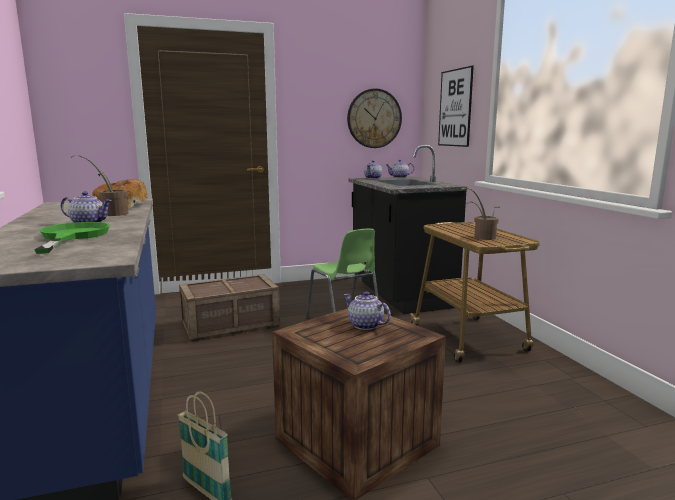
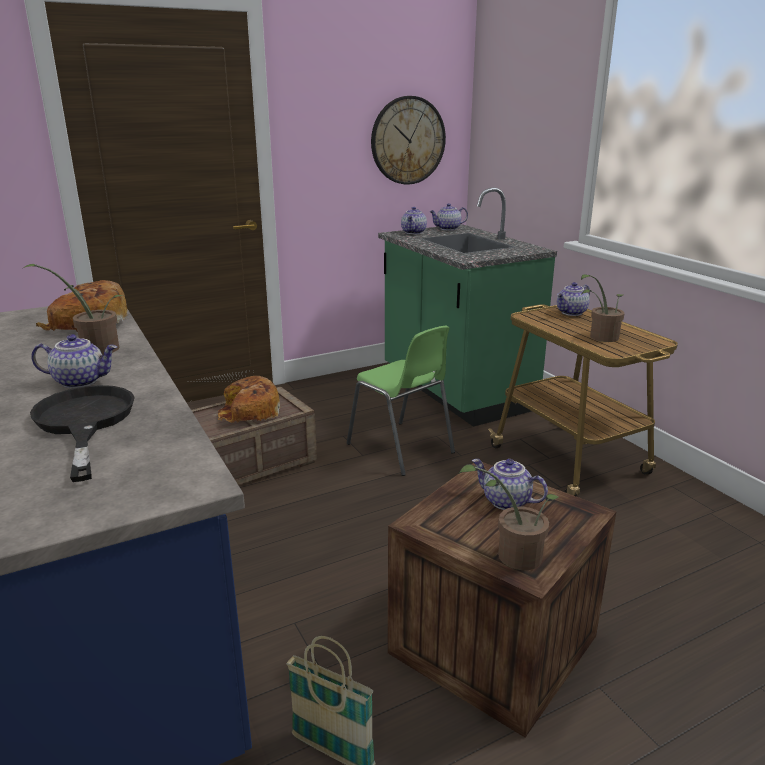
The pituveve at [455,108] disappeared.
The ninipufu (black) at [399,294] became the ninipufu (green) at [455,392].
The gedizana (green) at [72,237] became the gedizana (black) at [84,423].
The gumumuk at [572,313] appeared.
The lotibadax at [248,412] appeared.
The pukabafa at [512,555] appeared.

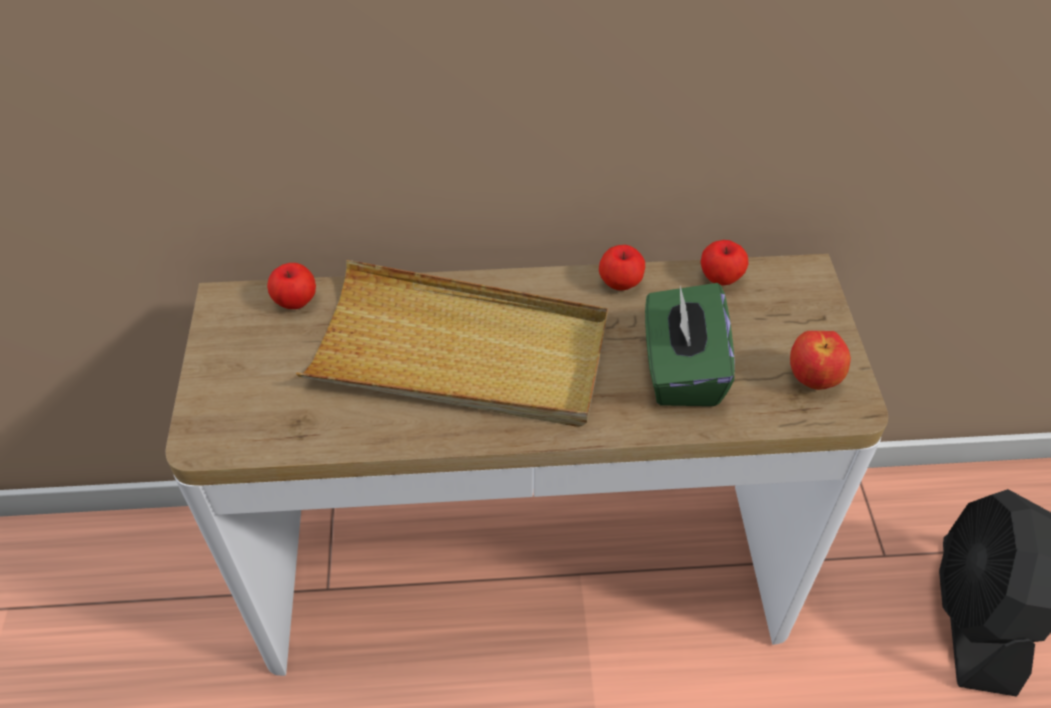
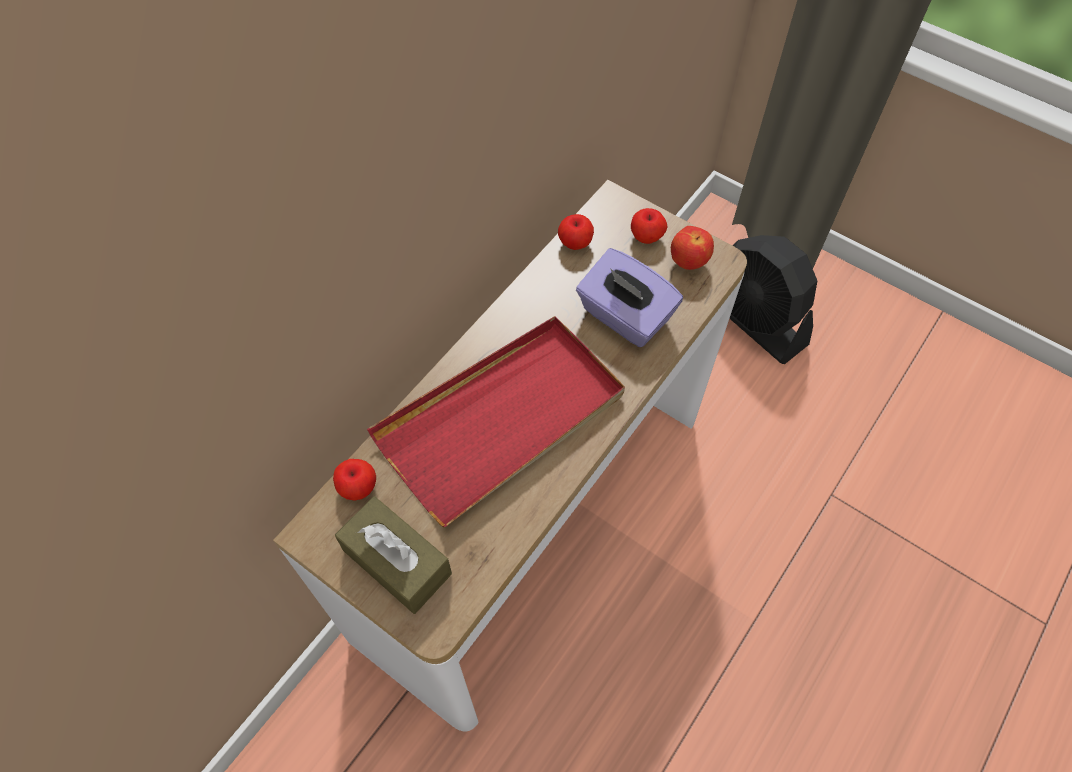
The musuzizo moved from [620,283] to [646,237].
The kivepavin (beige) at [460,353] became the kivepavin (red) at [502,420].
The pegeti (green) at [681,369] became the pegeti (purple) at [624,317].
The pegeti (brown) at [397,562] appeared.

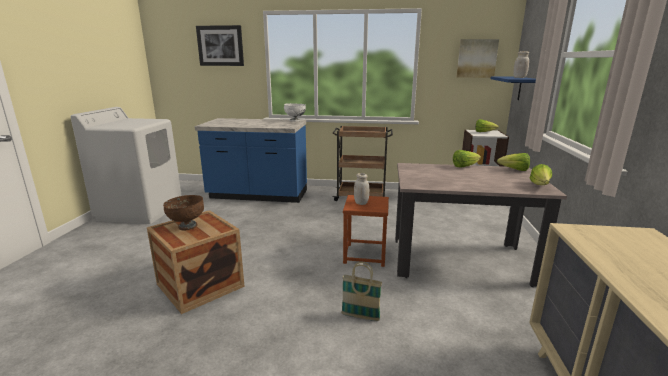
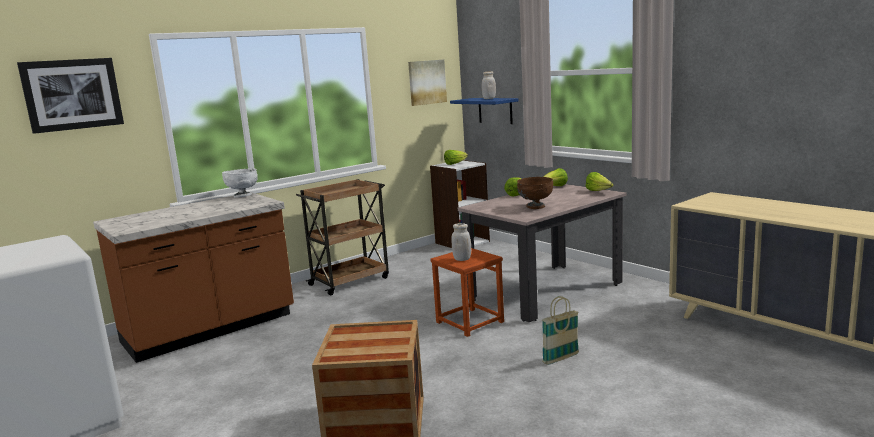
The ninipufu (blue) at [258,195] became the ninipufu (brown) at [210,329].
The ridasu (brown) moved from [187,226] to [535,207].

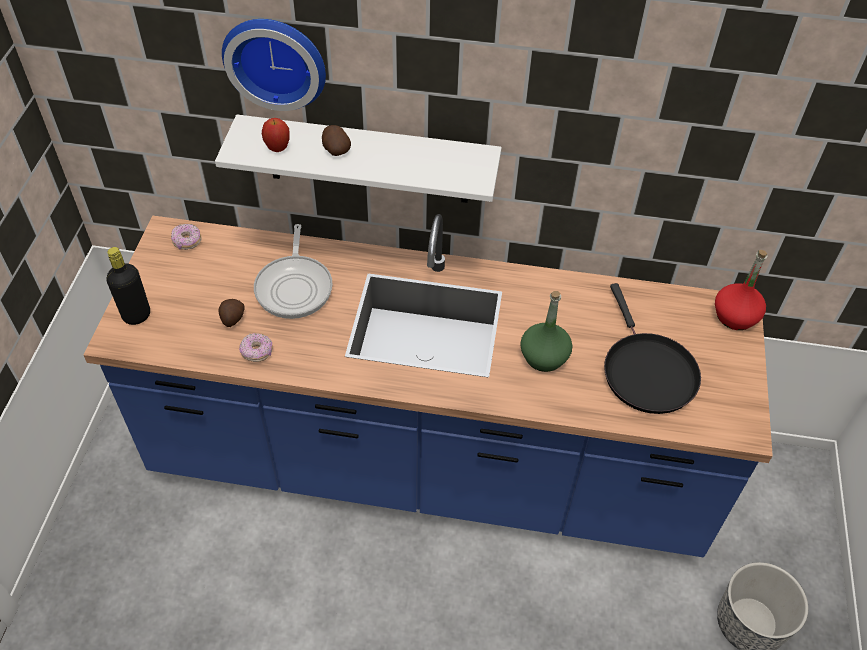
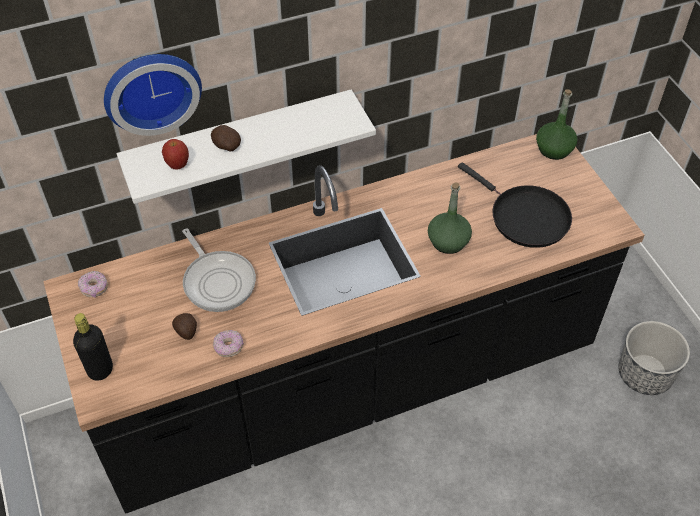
The ninipufu (blue) at [429,465] became the ninipufu (black) at [350,385].
The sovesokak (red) at [735,316] became the sovesokak (green) at [554,149].

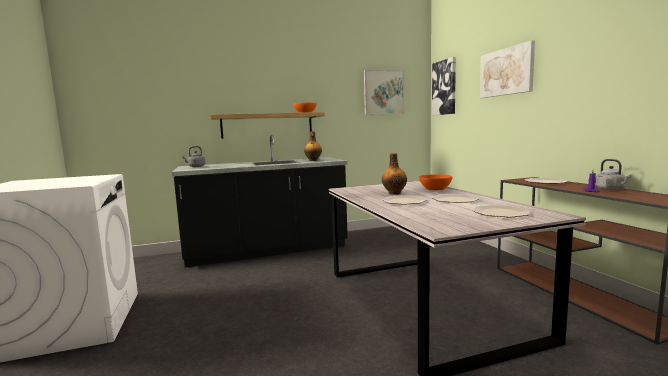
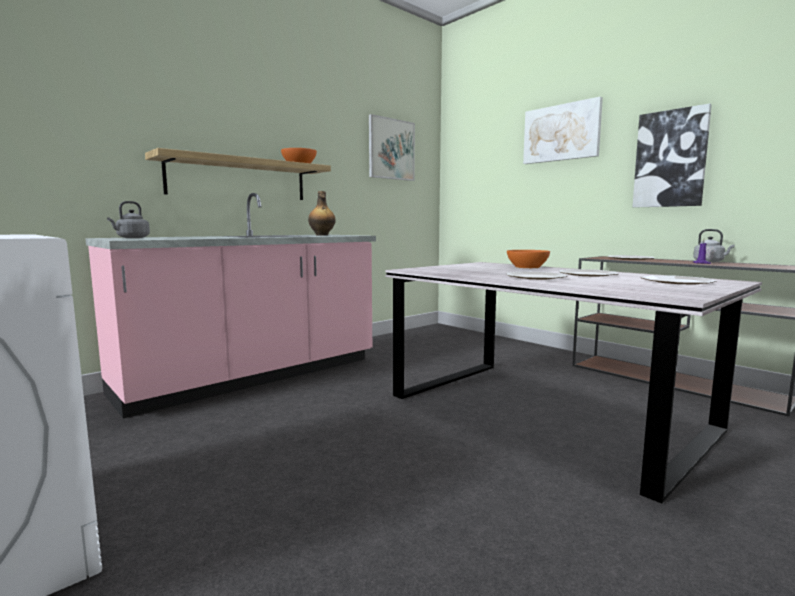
The pituveve moved from [444,87] to [670,159].
The ninipufu (black) at [267,250] became the ninipufu (pink) at [253,377].
The sovesokak at [394,193] disappeared.

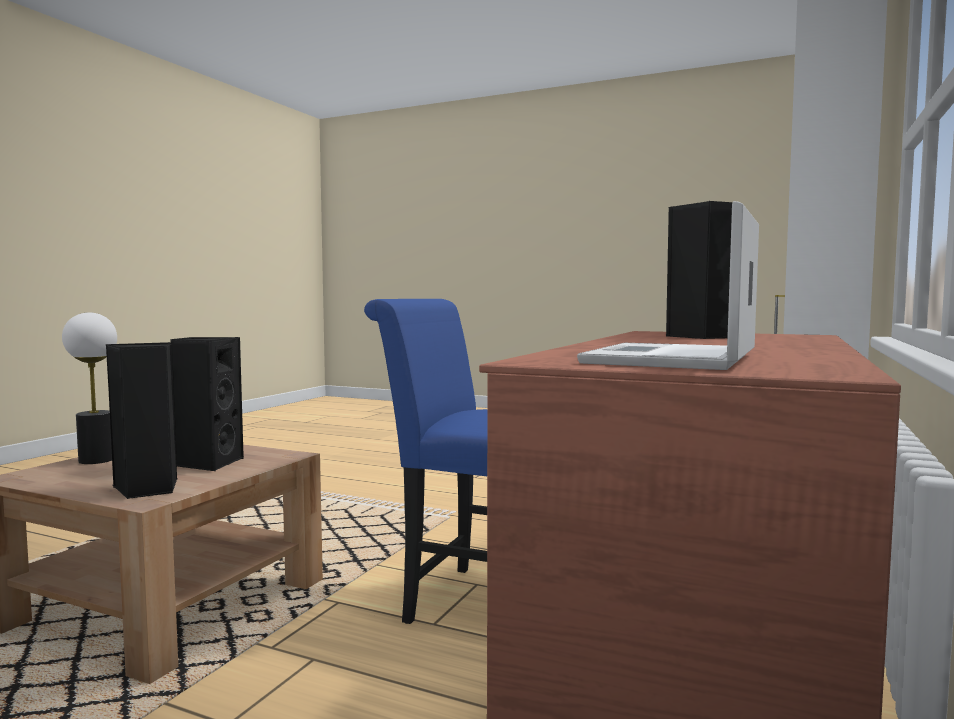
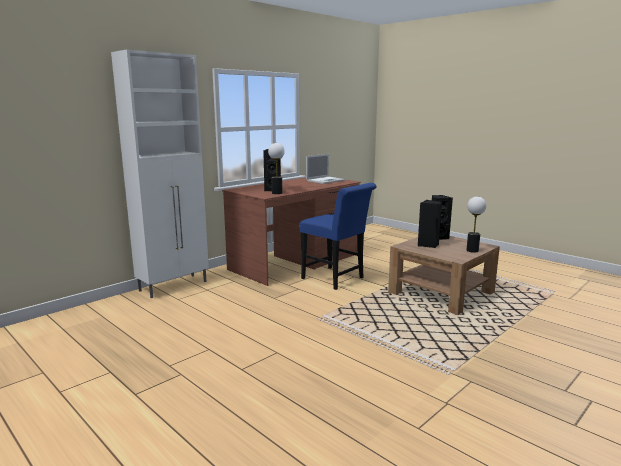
The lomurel at [277,193] appeared.

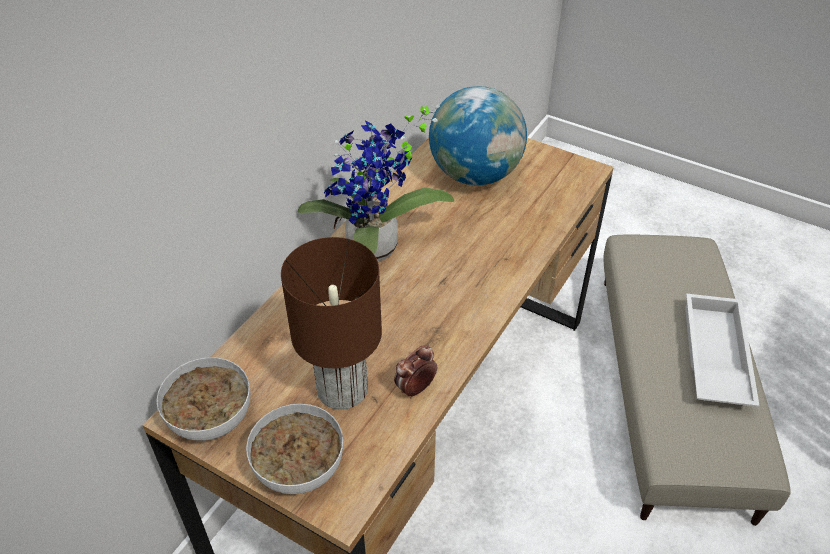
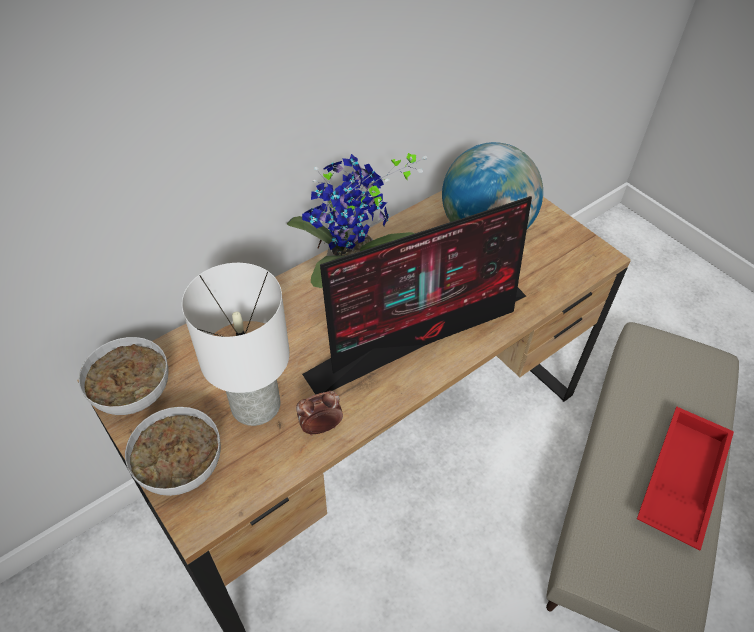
The lomurel (brown) at [344,389] became the lomurel (white) at [257,405].
The kivepavin (white) at [713,356] became the kivepavin (red) at [678,479].
The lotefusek at [423,332] appeared.

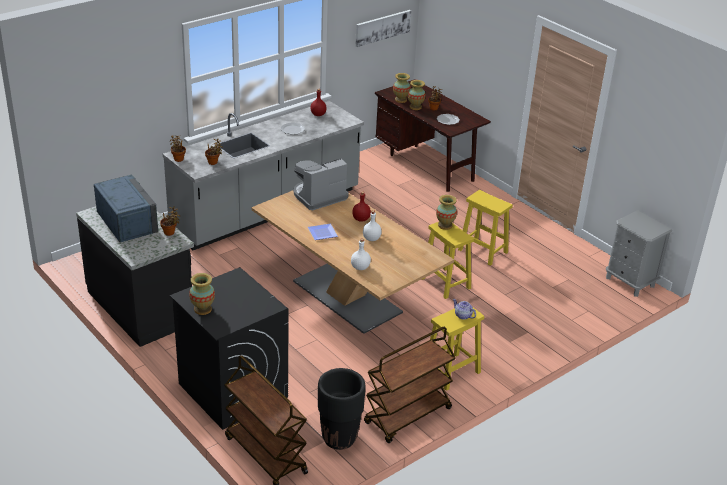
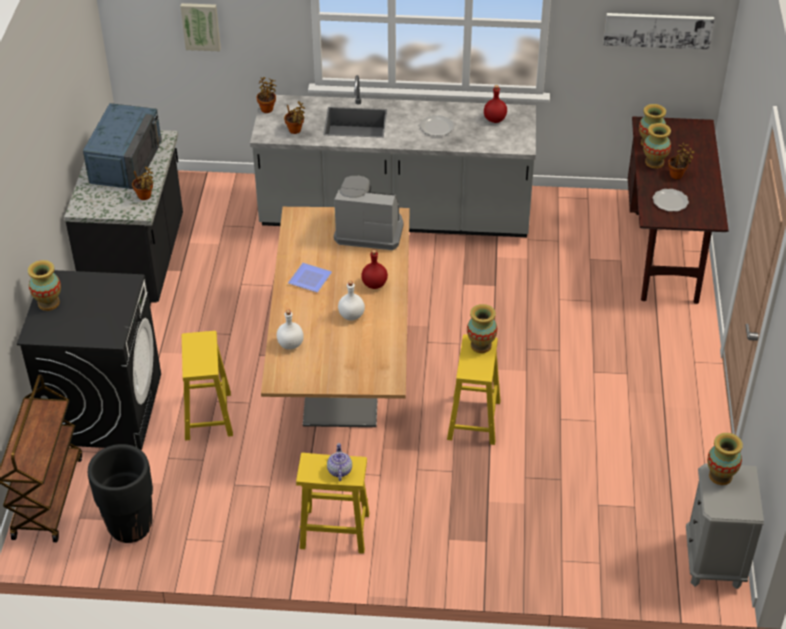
The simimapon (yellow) moved from [482,251] to [207,415].
The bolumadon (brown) at [407,416] disappeared.
The pituveve at [201,26] appeared.
The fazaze at [720,476] appeared.

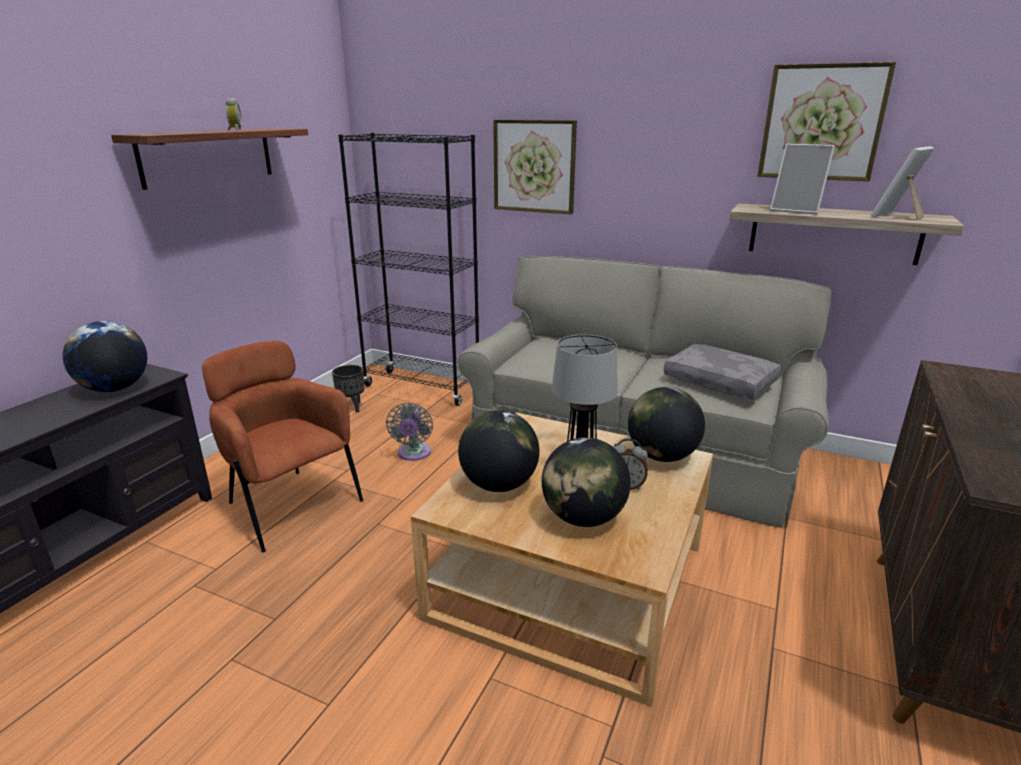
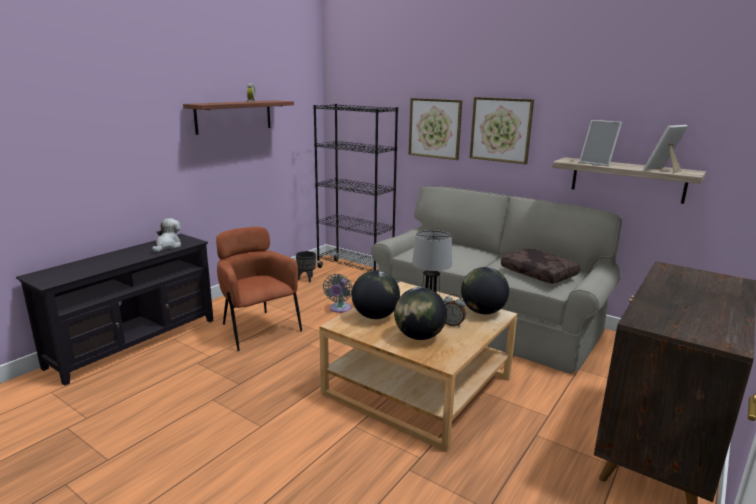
The pituveve moved from [822,123] to [501,130].
The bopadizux at [115,389] was replaced by the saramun at [168,246].
The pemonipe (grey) at [721,382] became the pemonipe (brown) at [539,273].

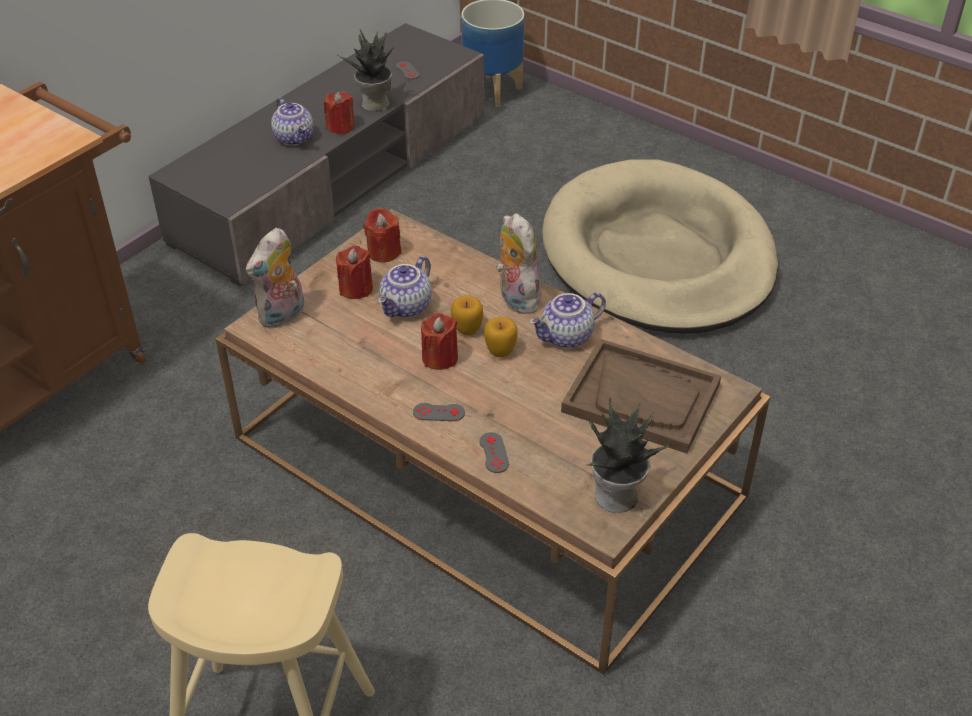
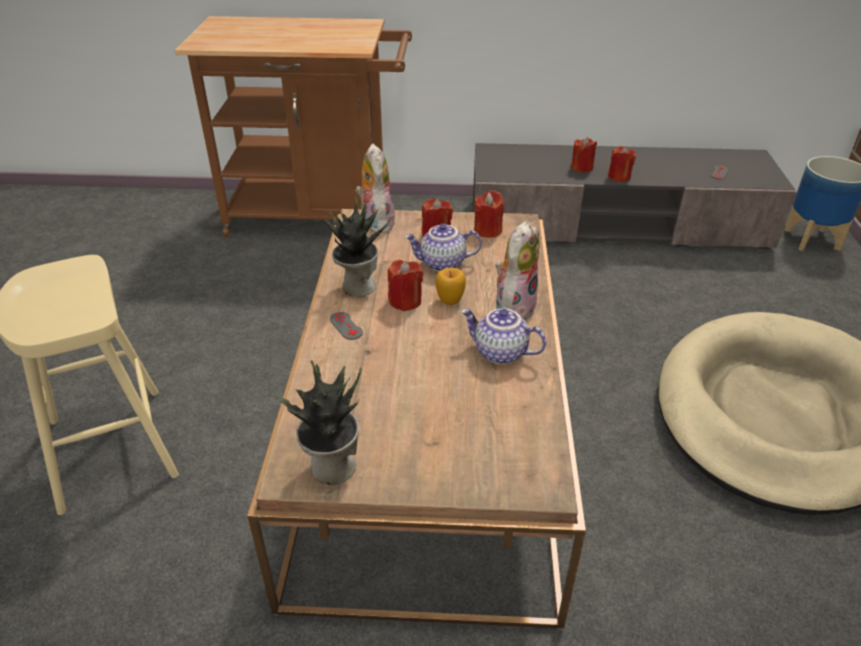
The pukabafa moved from [374,104] to [357,286].
The gumumuk at [295,138] was replaced by the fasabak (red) at [582,168].
The saramun at [282,316] turned 75 degrees clockwise.
The musuzizo at [500,351] disappeared.
The kivepavin (brown) at [641,398] disappeared.
The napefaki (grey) at [494,453] disappeared.

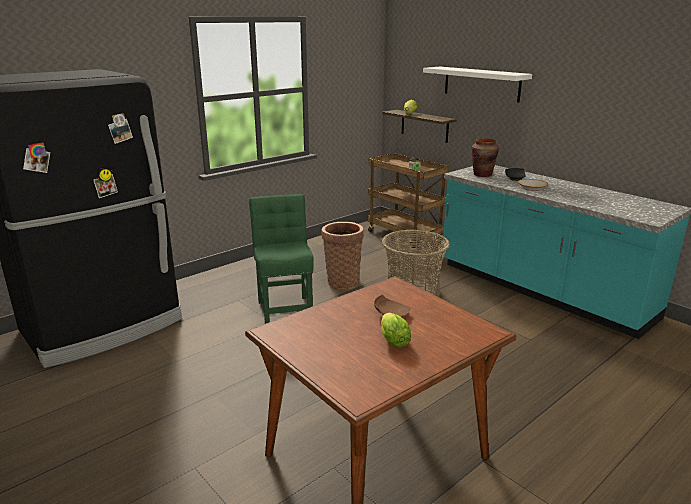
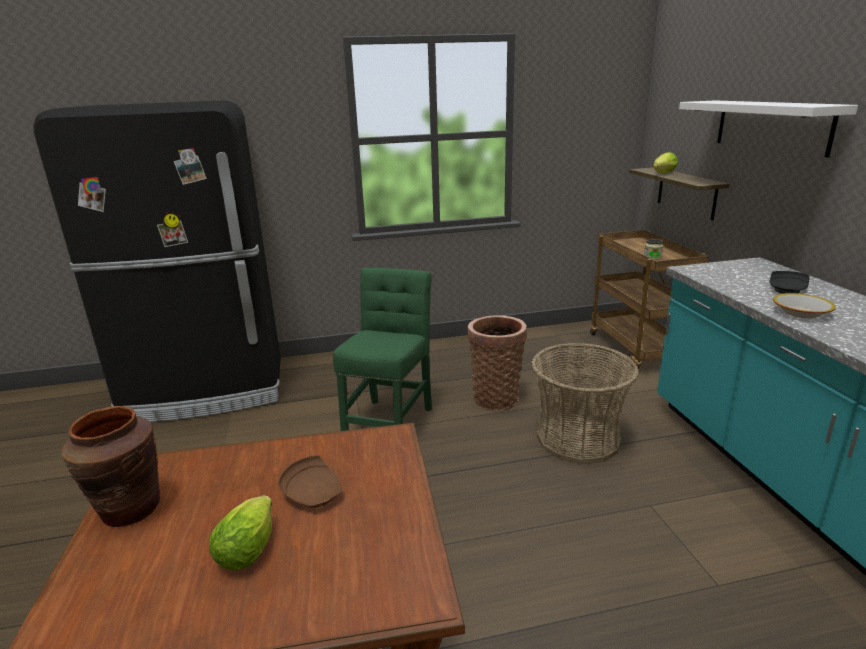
The fazaze (brown) moved from [482,175] to [130,509].

